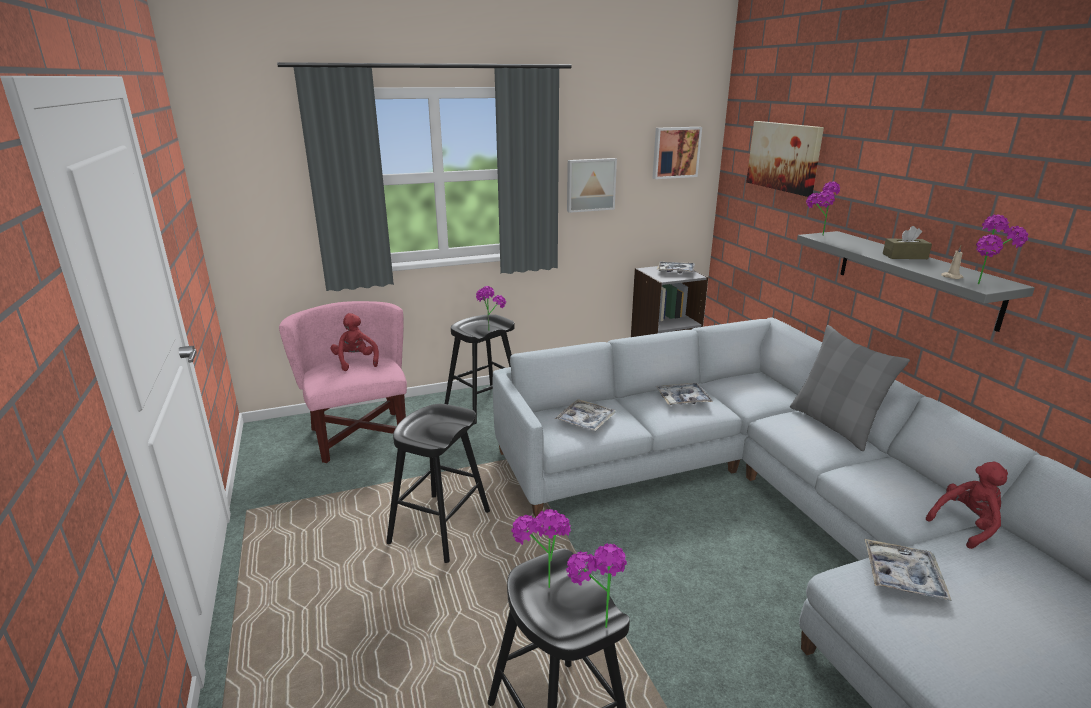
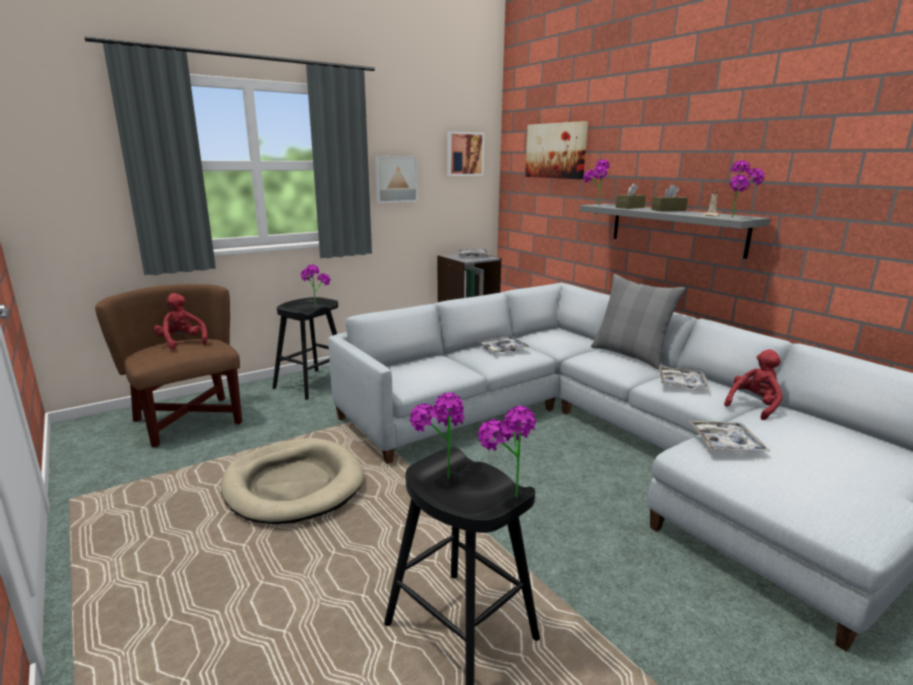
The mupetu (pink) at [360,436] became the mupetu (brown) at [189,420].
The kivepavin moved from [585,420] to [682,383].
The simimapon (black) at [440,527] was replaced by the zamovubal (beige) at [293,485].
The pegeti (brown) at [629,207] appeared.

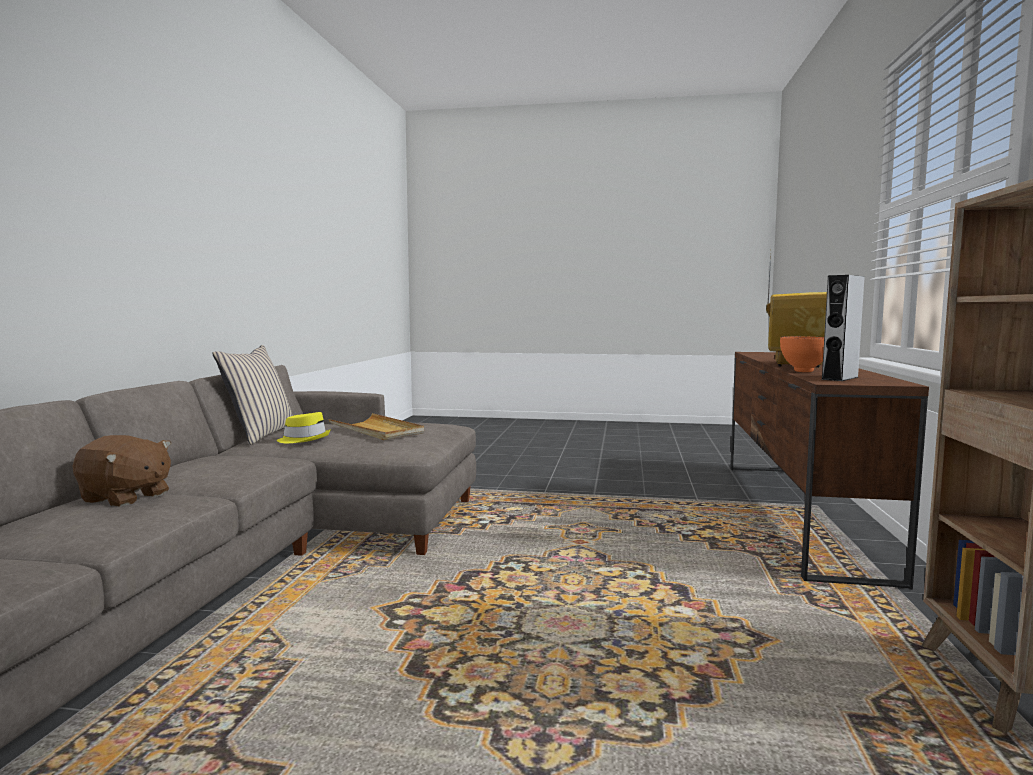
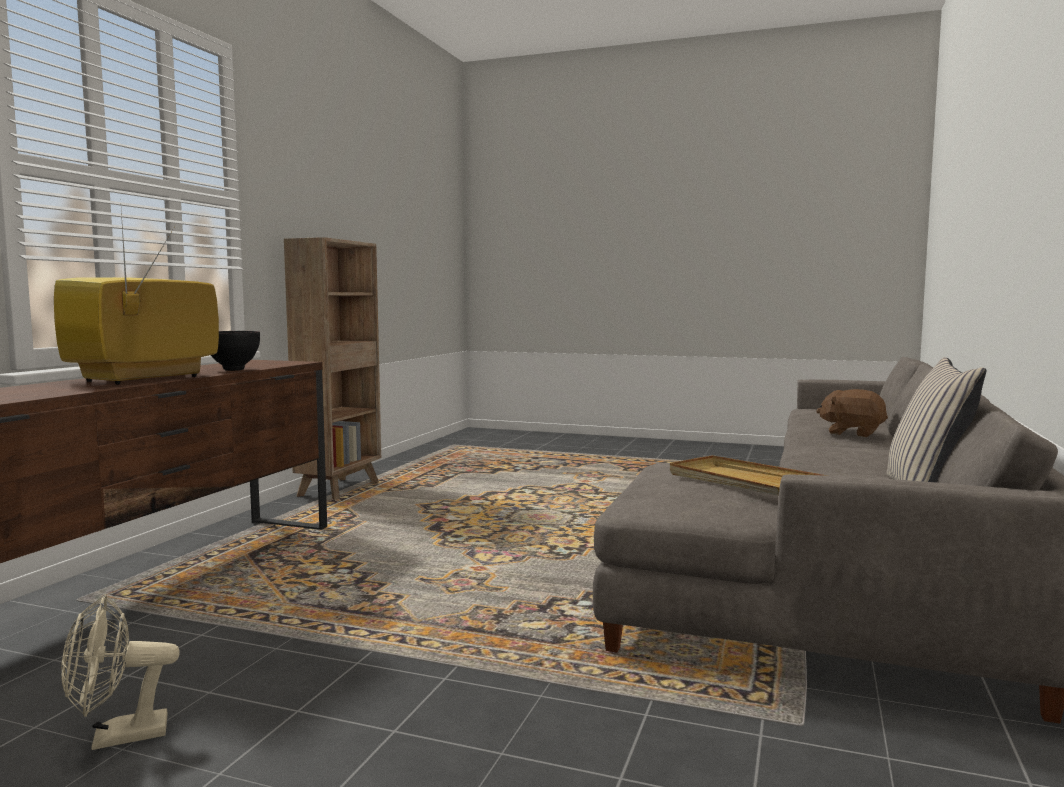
The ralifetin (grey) at [840,378] disappeared.
The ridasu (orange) at [803,371] became the ridasu (black) at [235,370].
The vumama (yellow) at [304,439] disappeared.
The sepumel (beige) at [117,737] appeared.

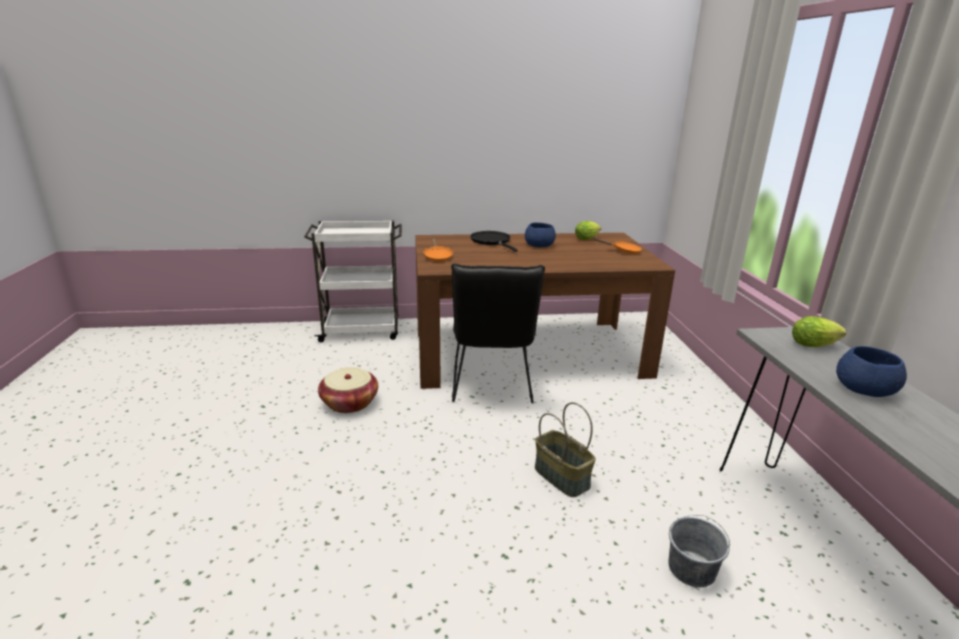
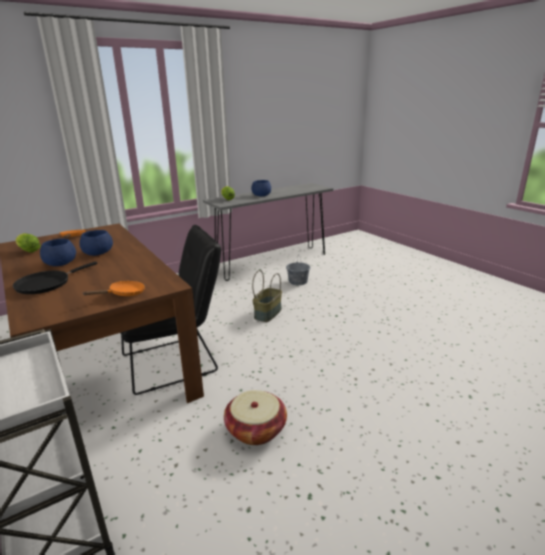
The ridasu (blue) at [97,253] appeared.

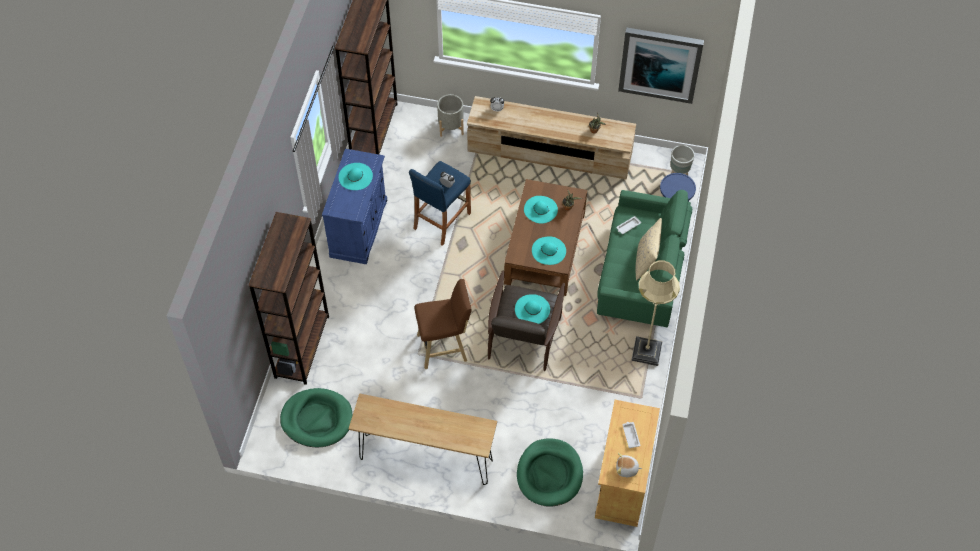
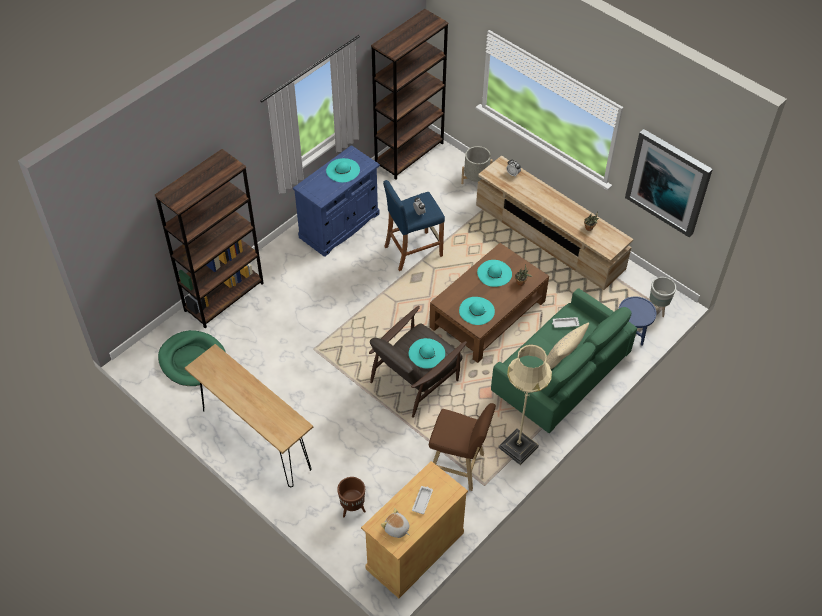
The simimapon (brown) moved from [444,347] to [459,467].
The zamovubal (green) at [549,474] was replaced by the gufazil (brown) at [353,508].

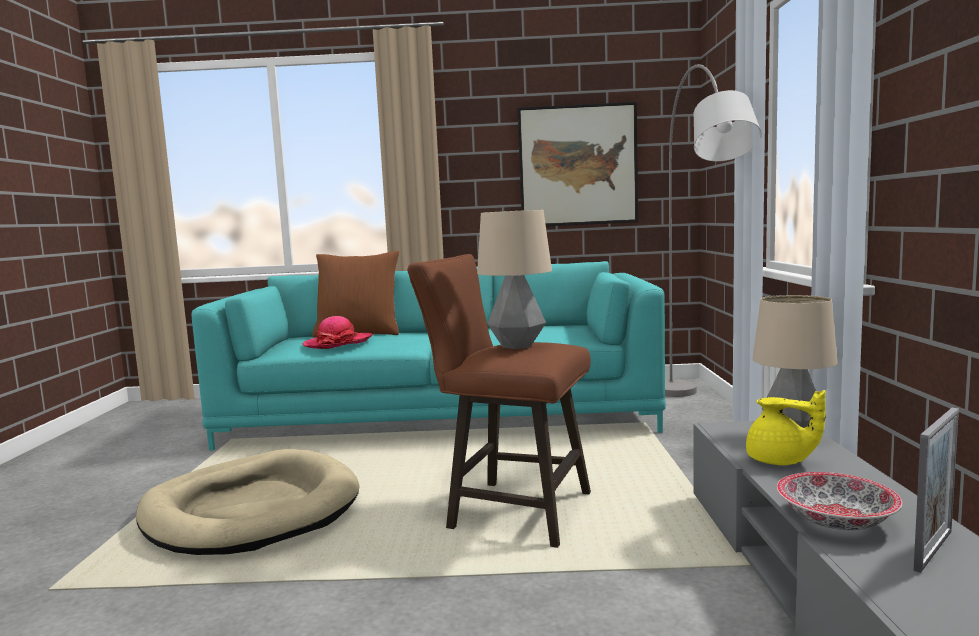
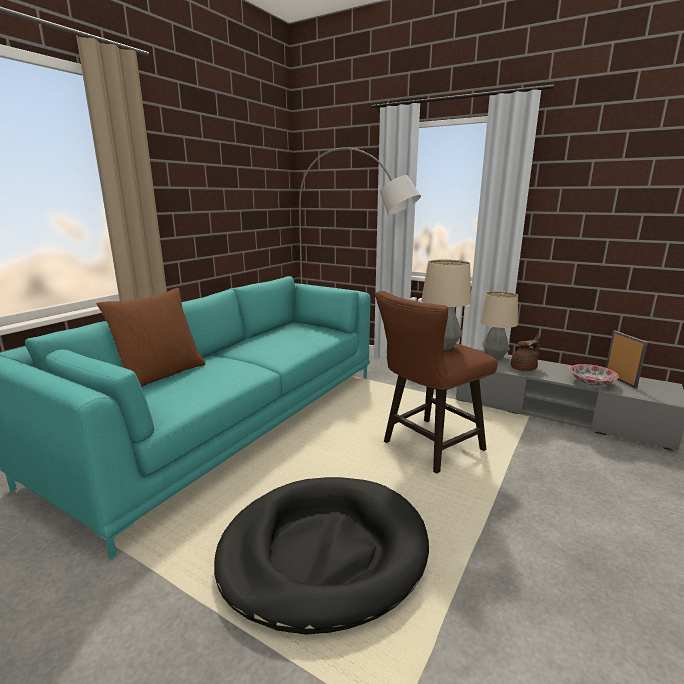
The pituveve at [577,165] disappeared.
The vumama at [338,343] disappeared.
The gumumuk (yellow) at [779,461] became the gumumuk (brown) at [524,369].
The zamovubal (beige) at [251,510] became the zamovubal (black) at [323,552].

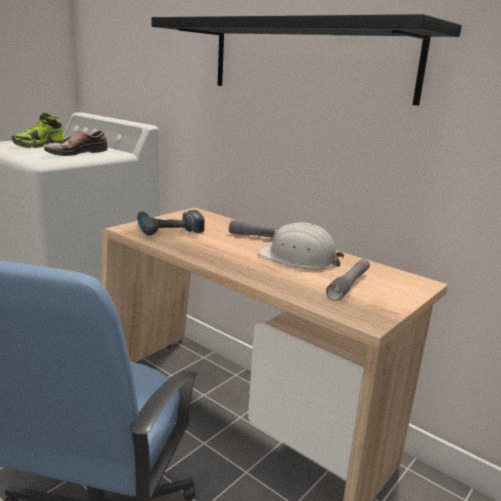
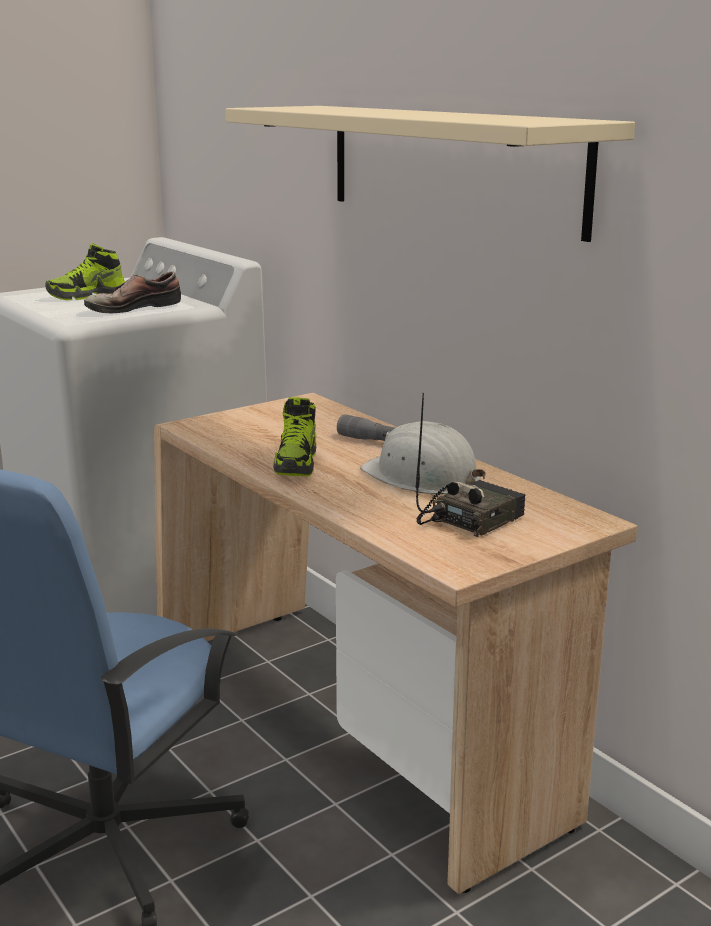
The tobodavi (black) at [308,60] became the tobodavi (beige) at [450,166].
The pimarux at [169,228] disappeared.
The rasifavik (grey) at [349,285] was replaced by the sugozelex at [469,519].
The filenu at [297,464] appeared.

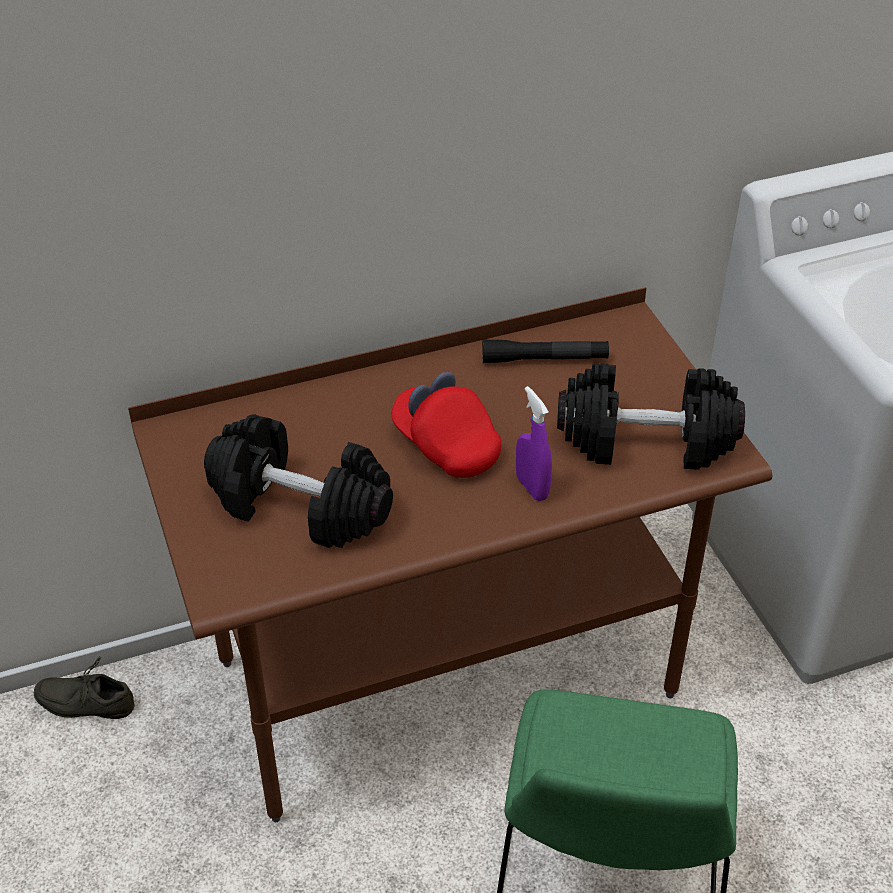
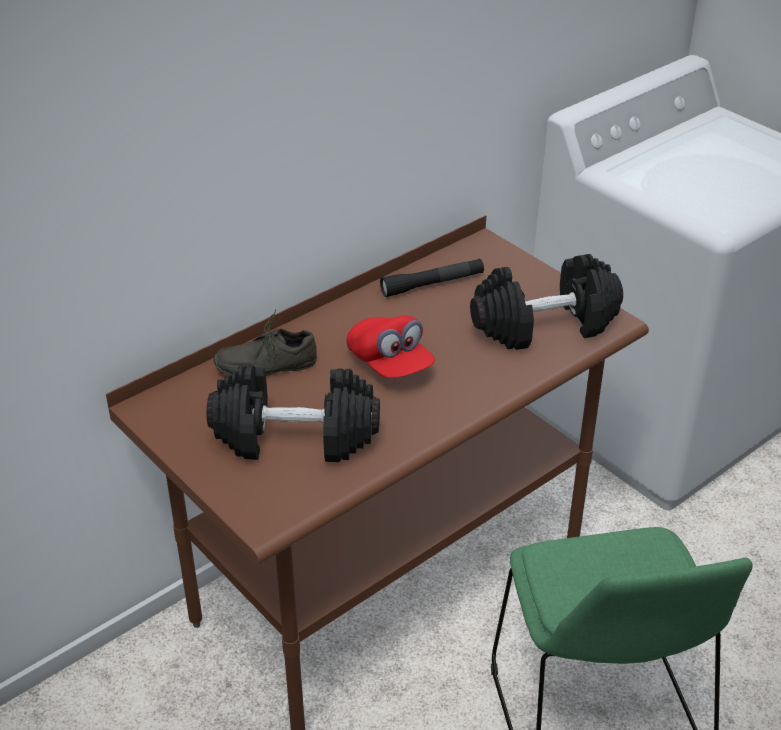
The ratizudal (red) at [446,445] turned 150 degrees counterclockwise.
The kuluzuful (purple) at [532,487] disappeared.
The filenu (grey) moved from [87,701] to [265,364].

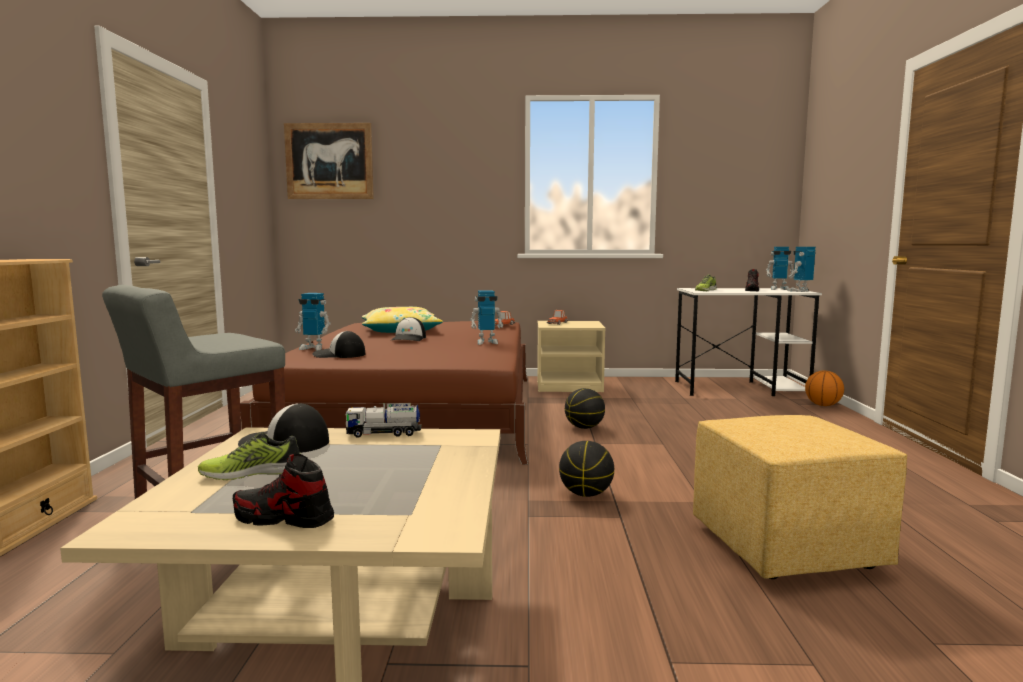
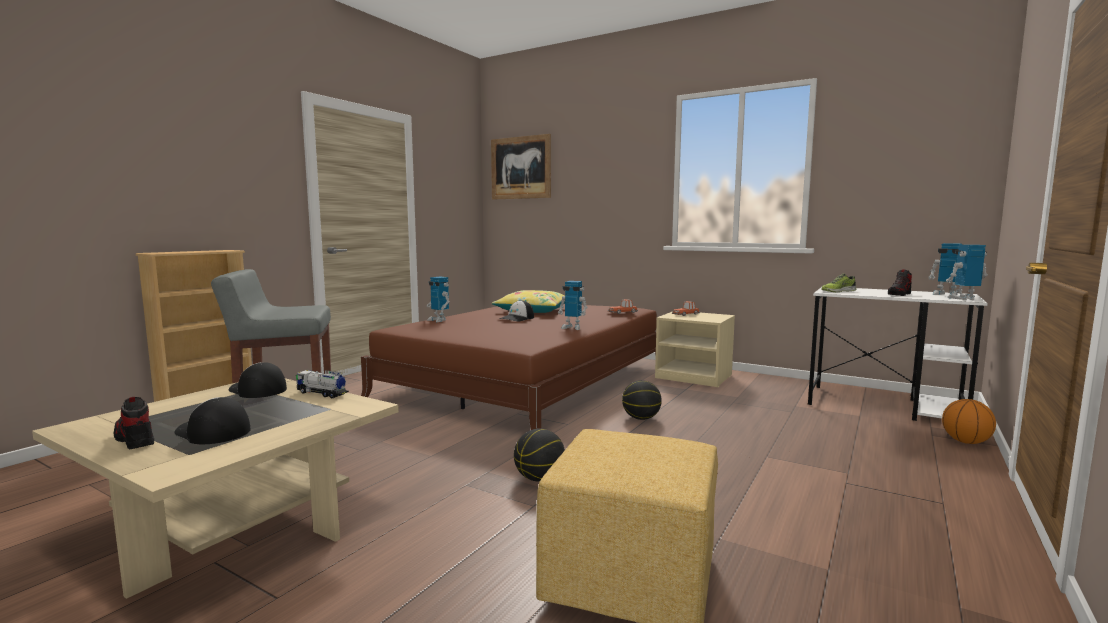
The ratizudal moved from [339,355] to [212,431].
The filenu at [252,473] disappeared.

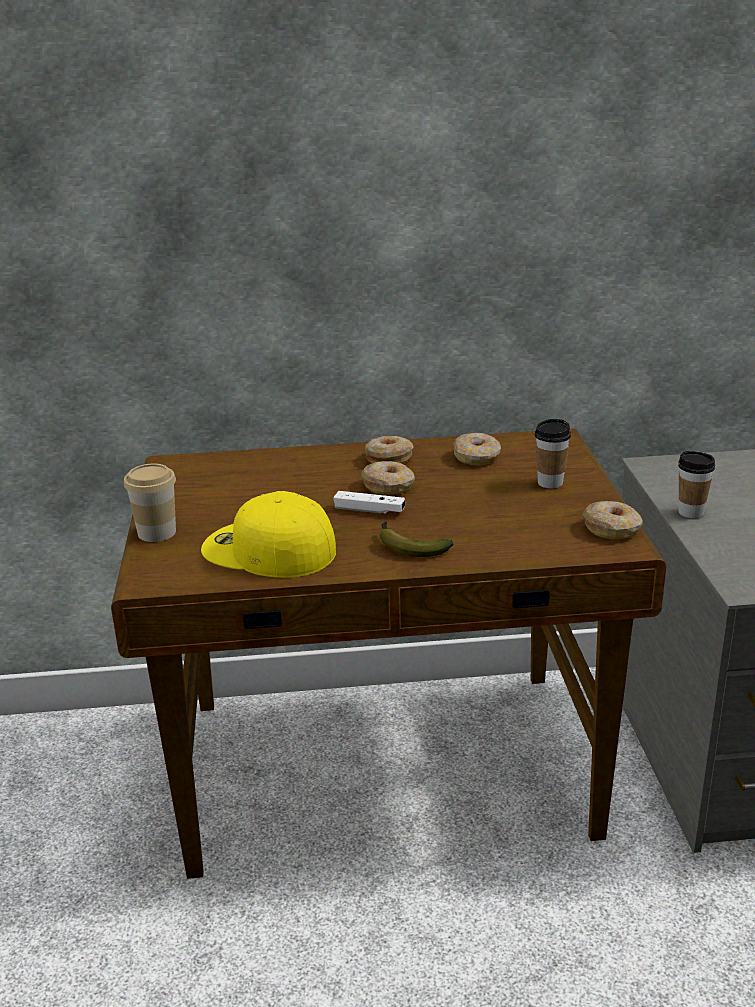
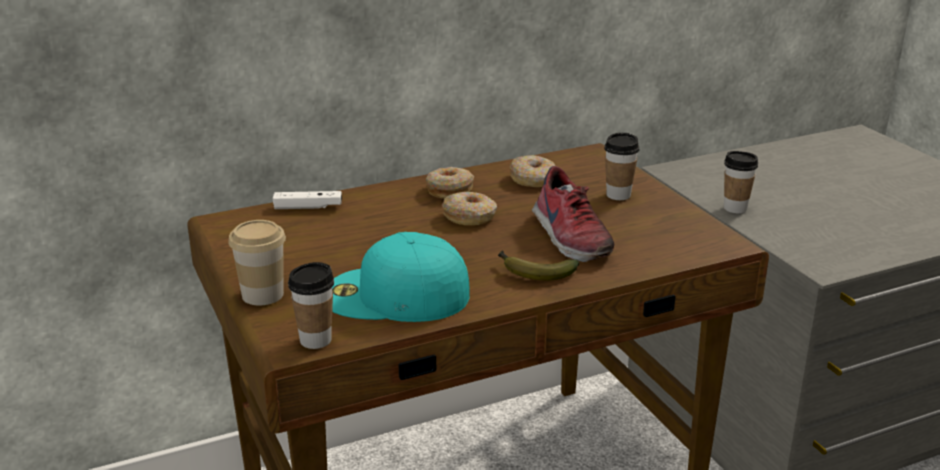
The ratizudal (yellow) at [267,550] became the ratizudal (turquoise) at [394,295].
The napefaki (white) moved from [369,510] to [308,207].
The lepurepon at [612,529] disappeared.
The filenu at [568,237] appeared.
The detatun at [315,340] appeared.

